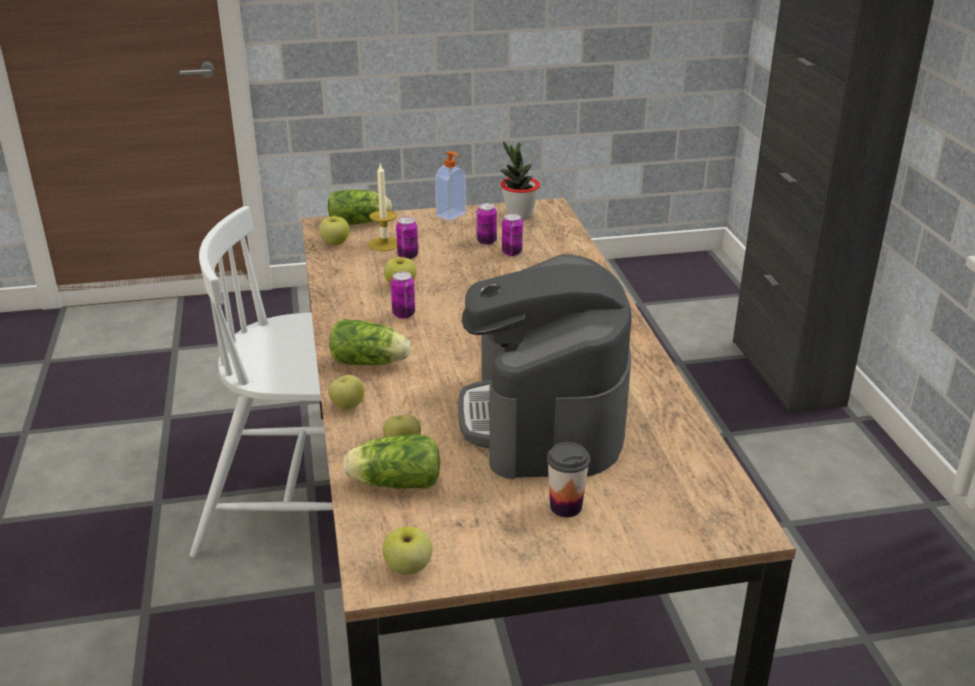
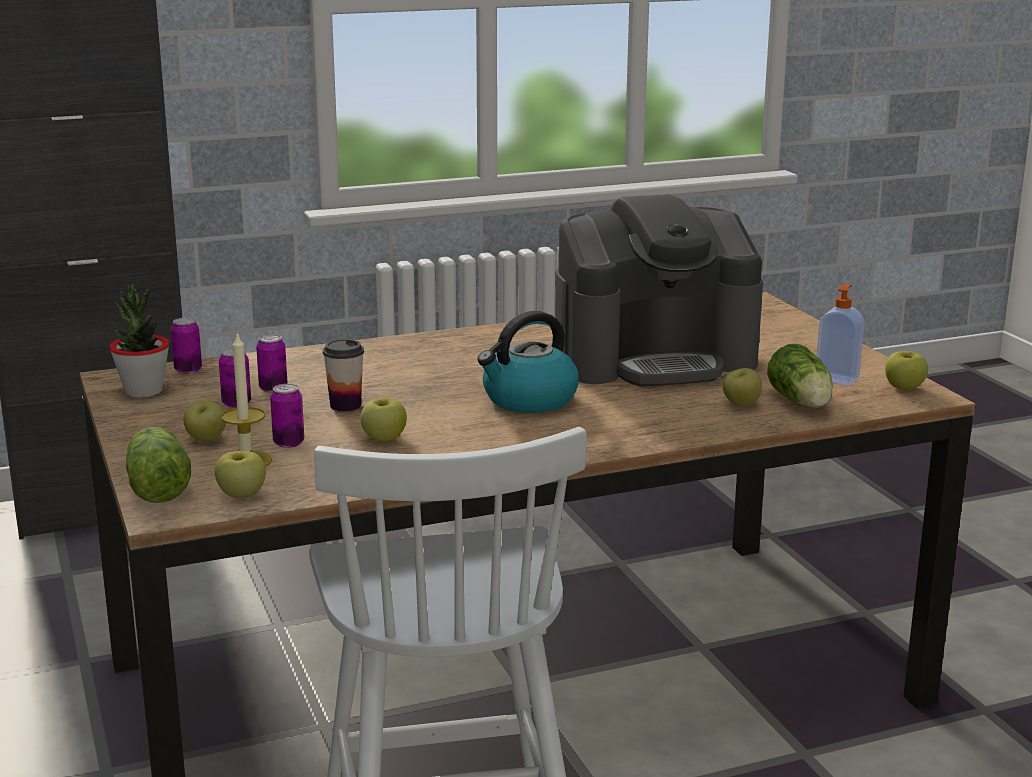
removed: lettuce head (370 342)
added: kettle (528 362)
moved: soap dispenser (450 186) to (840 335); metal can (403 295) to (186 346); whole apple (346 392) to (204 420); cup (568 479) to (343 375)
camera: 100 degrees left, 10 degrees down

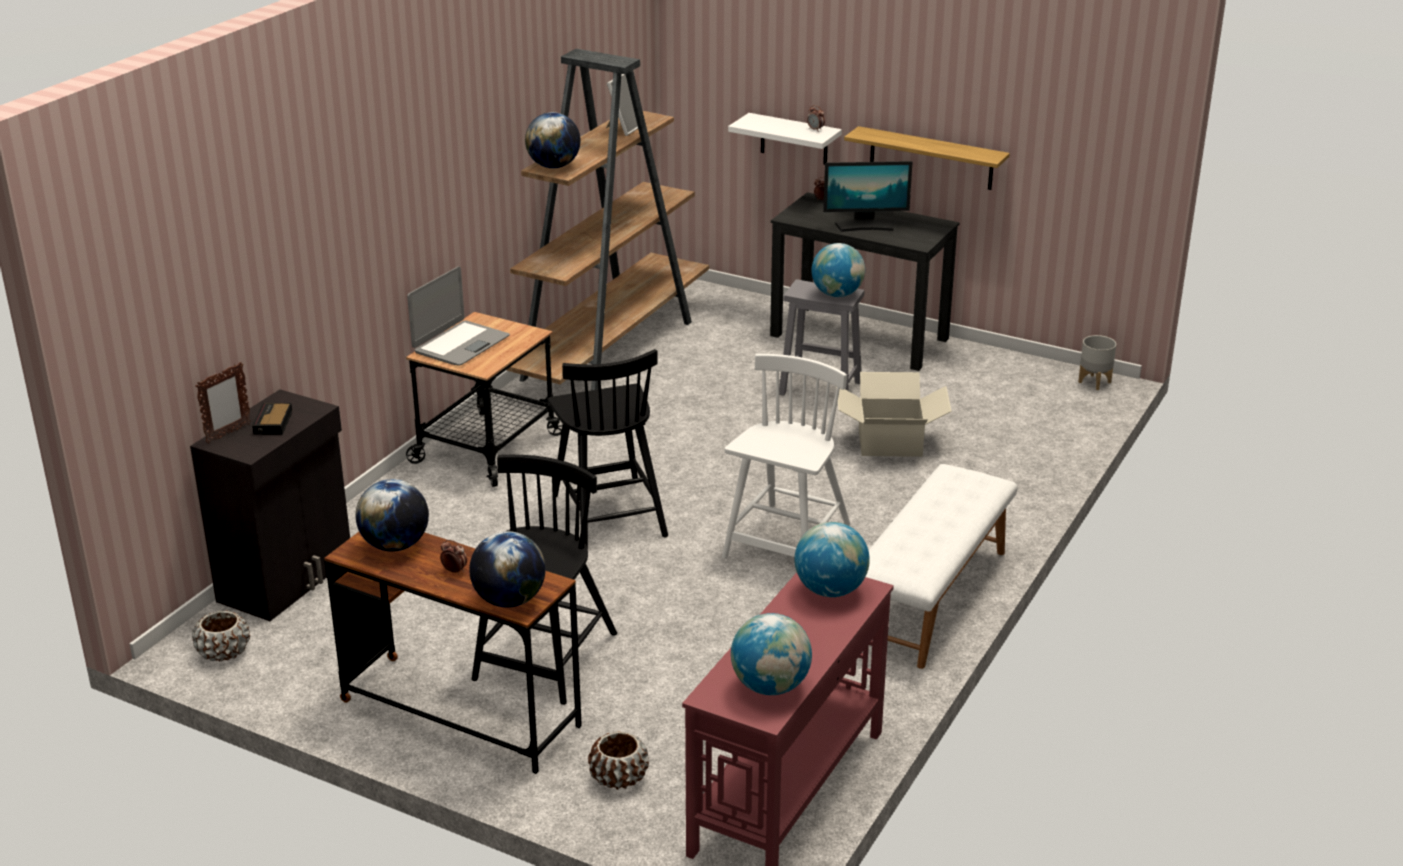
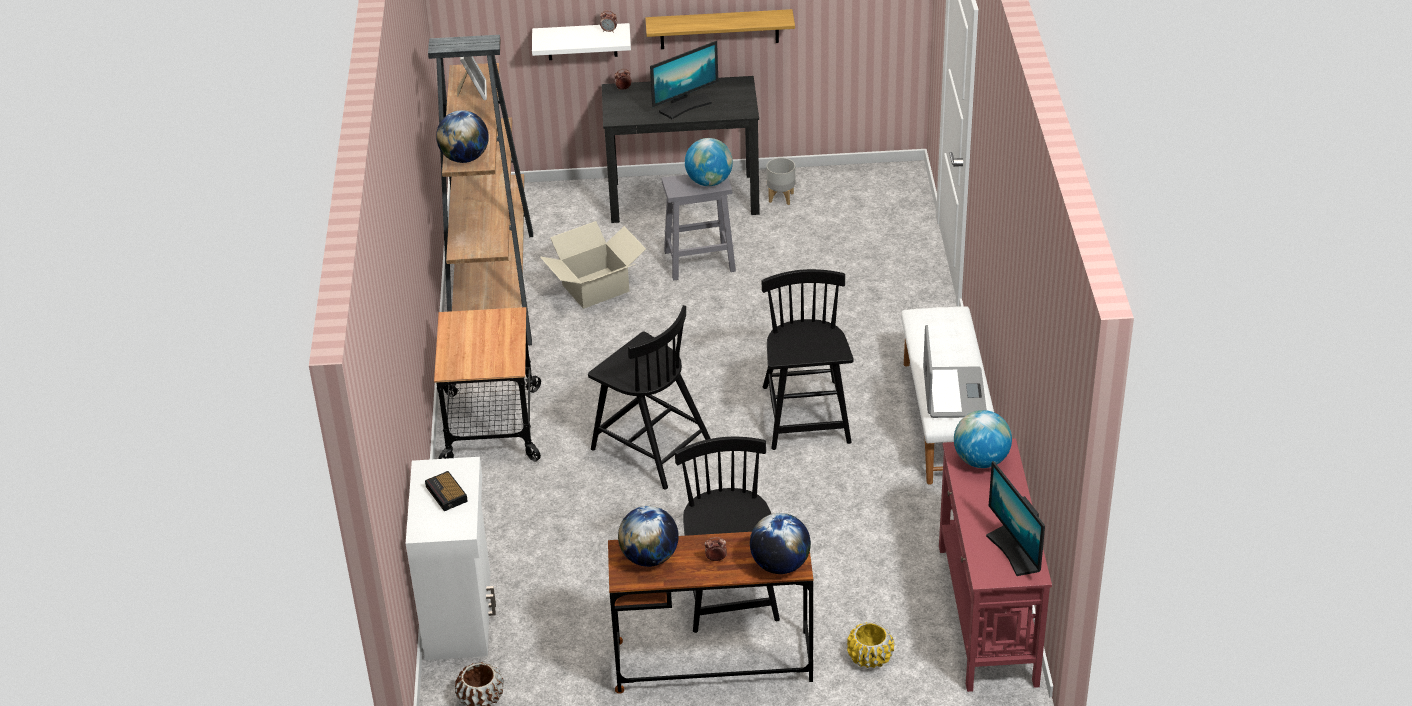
removed: photo frame (223 403)
moved: portable computer (458 316) to (955 371); flower pot (gray) (1097 362) to (781 181); cardboard box (894 414) to (593 265)
replaced: world globe (771 654) to computer screen (1015 518)
recoloured: plain chair (white-coloured) (786 456) to plain chair (black-coloured) (808 359); storage cabinet (black-coloured) (270 505) to storage cabinet (white-coloured) (451 558); flower pot (brown) (618 760) to flower pot (yellowish) (870 645)
camera: 30 degrees left, 10 degrees up

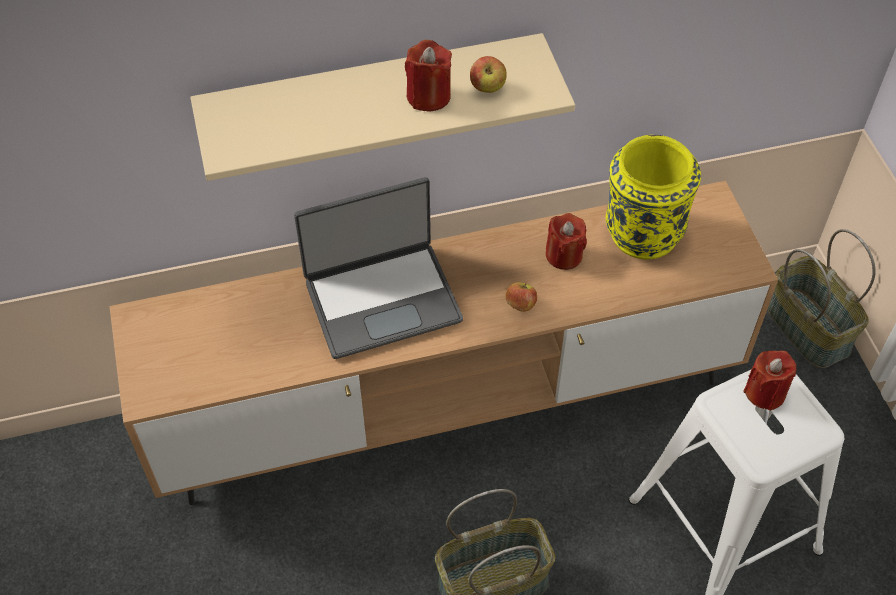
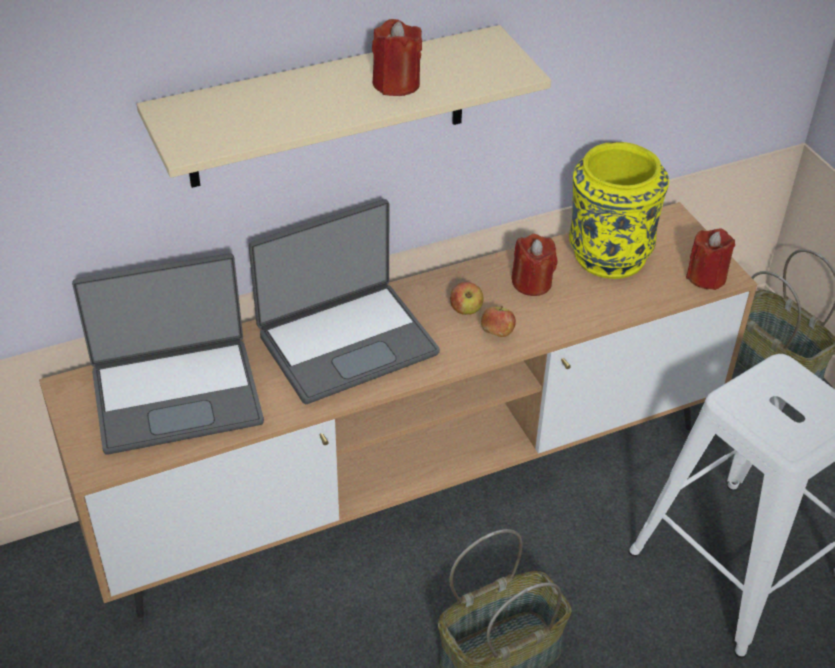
added: portable computer (168 354)
moved: whole apple (488 74) to (467 298); candle (red-coloured) (769 381) to (710 259)
camera: 10 degrees left, 10 degrees down

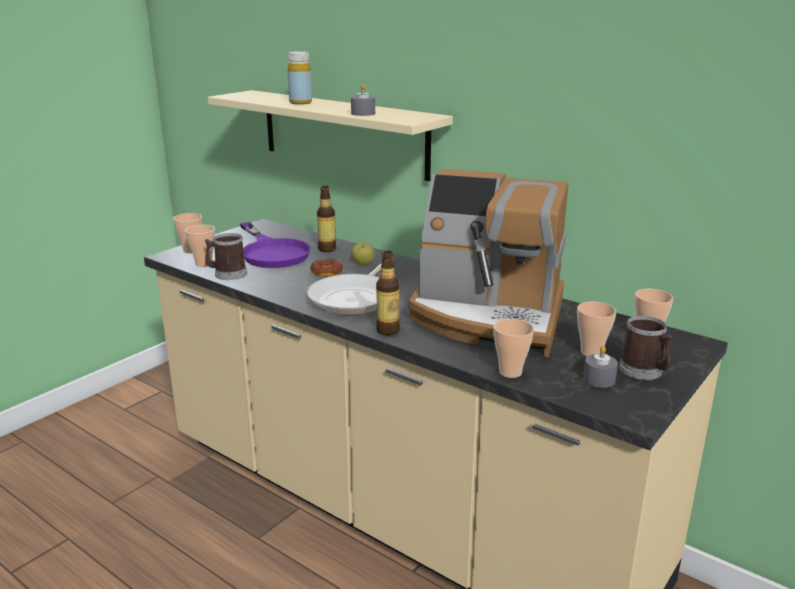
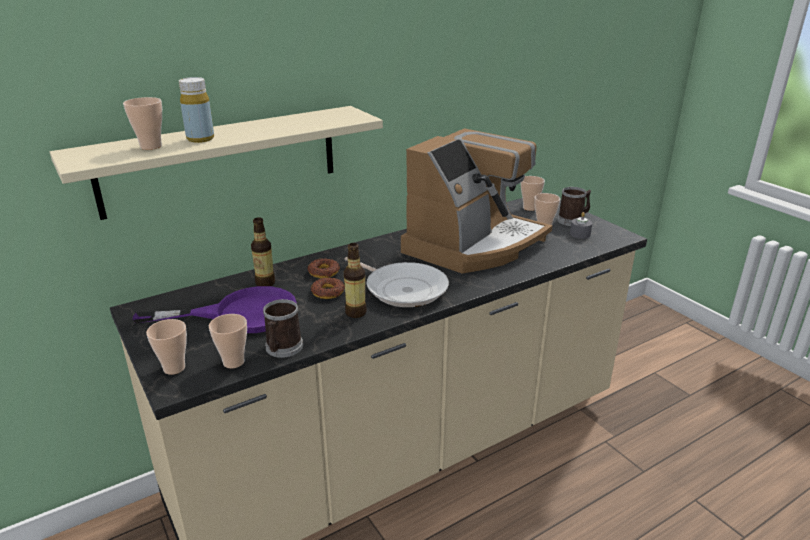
removed: candle (gray) (363 100)
moved: beverage bottle (388 293) to (355 280); cup (513 348) to (142 123)
replaced: whole apple (362 253) to doughnut (323 268)
camera: 70 degrees left, 5 degrees up

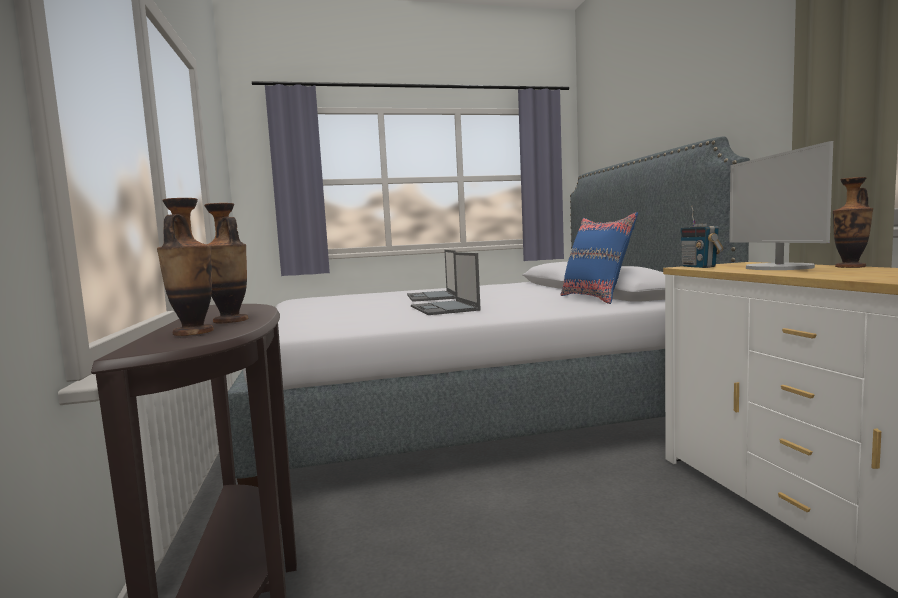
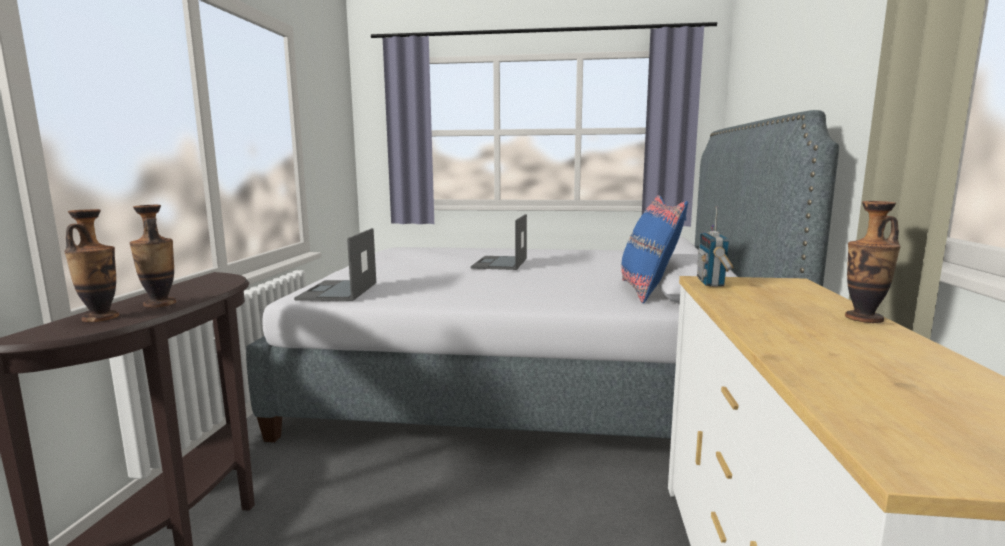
removed: computer screen (781 205)
moved: portable computer (446 283) to (335 264)
camera: 20 degrees right, 5 degrees up

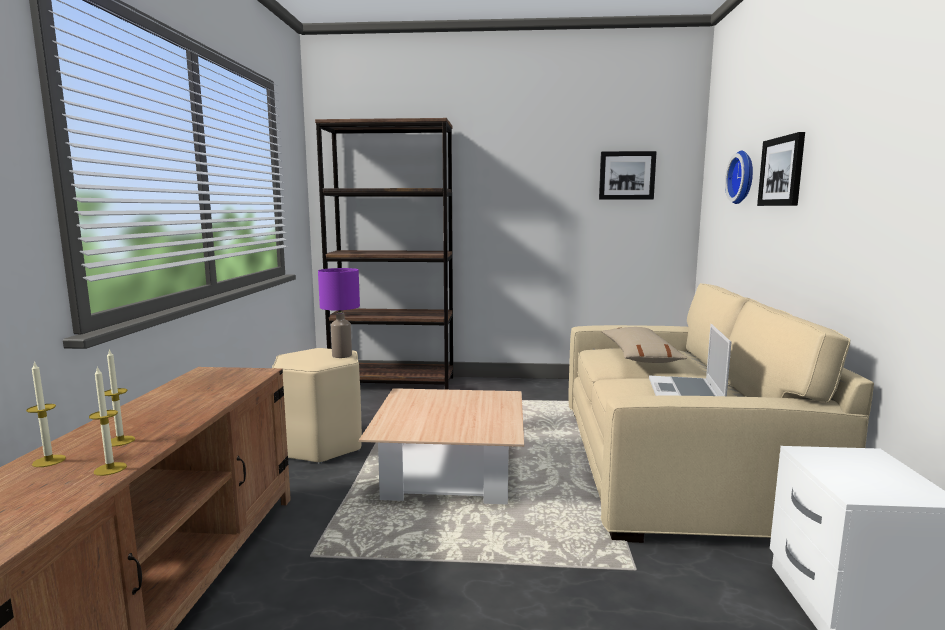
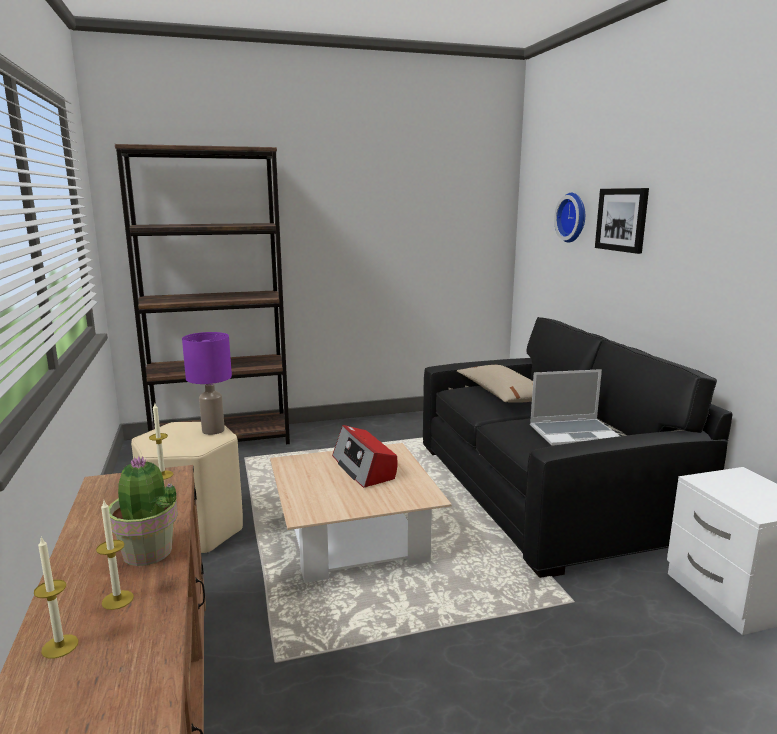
removed: wall picture (628 175)
added: radio receiver (365 456); plant in a pot (143 511)
moved: candle (108 421) to (161 441)
recoloured: settee (beige) (721 413) to settee (black-coloured) (578 447)
turned: portable computer (690 360) = (575 407) 90 degrees counterclockwise
camera: 20 degrees left, 5 degrees up

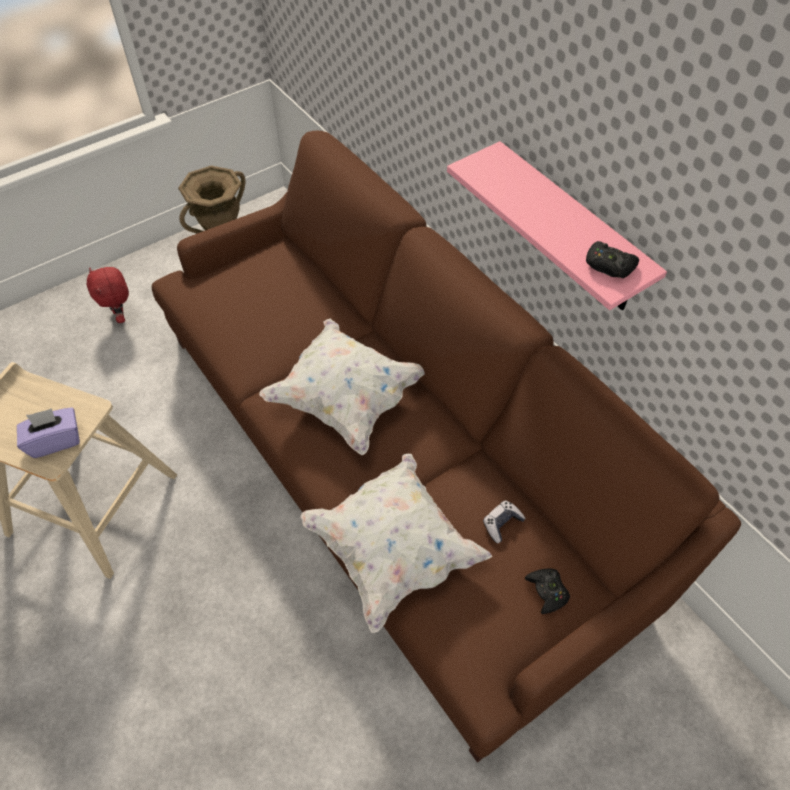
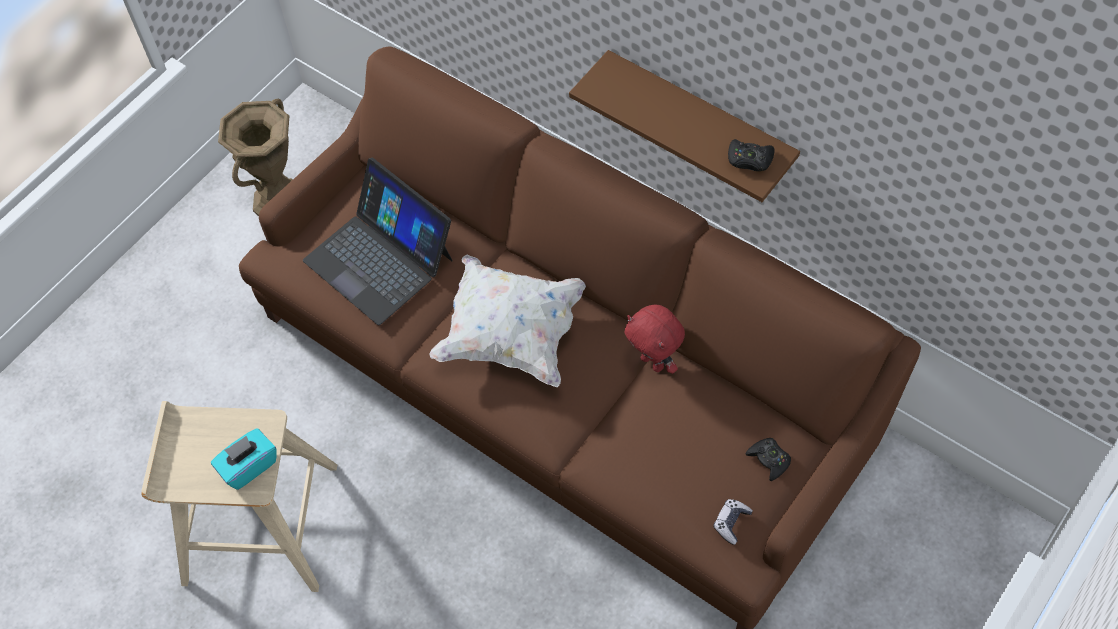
removed: cushion (white-coloured) (396 543)
added: portable computer (378 241)
moved: cuddly toy (red-coloured) (108 295) to (654 339); joypad (504 521) to (733 522)
recoloured: wall shelf (pink) (557 226) to wall shelf (brown) (684 126); tissue holder (purplish) (48 432) to tissue holder (turquoise-coloured) (243 459)
camera: 15 degrees left, 5 degrees up

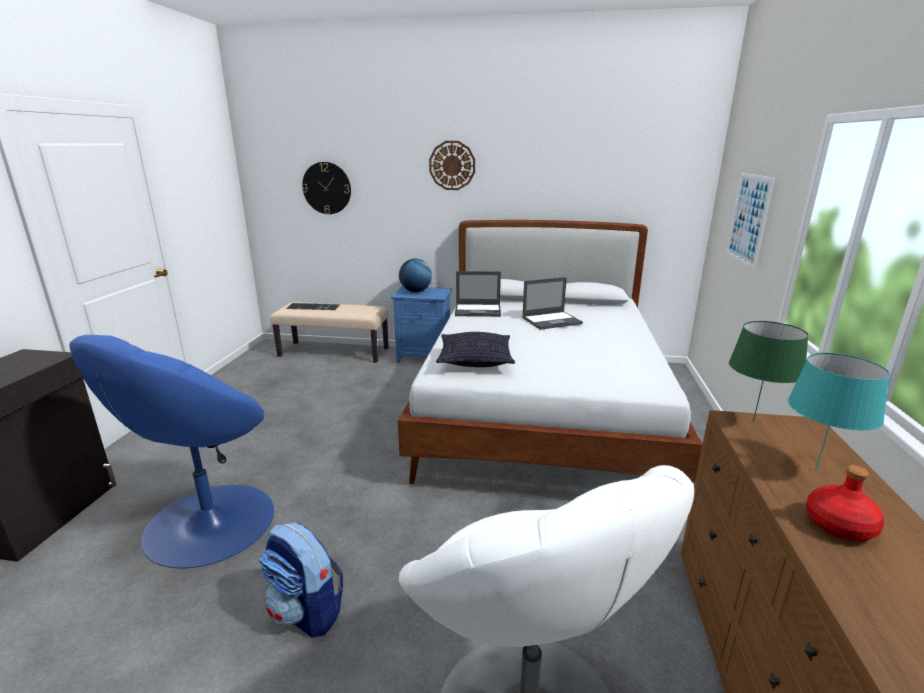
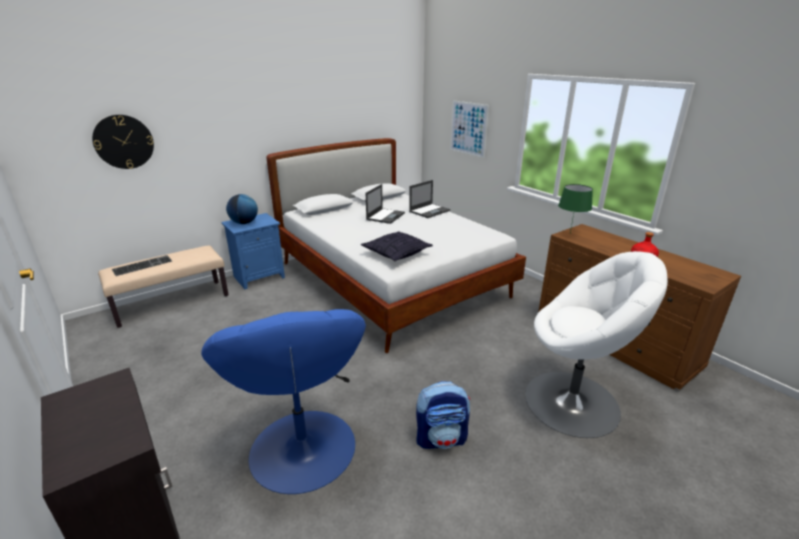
removed: clock on the wall (452 165); table lamp (turquoise-coloured) (839 412)
moved: portable computer (478 294) to (429 199)
camera: 45 degrees left, 5 degrees up

